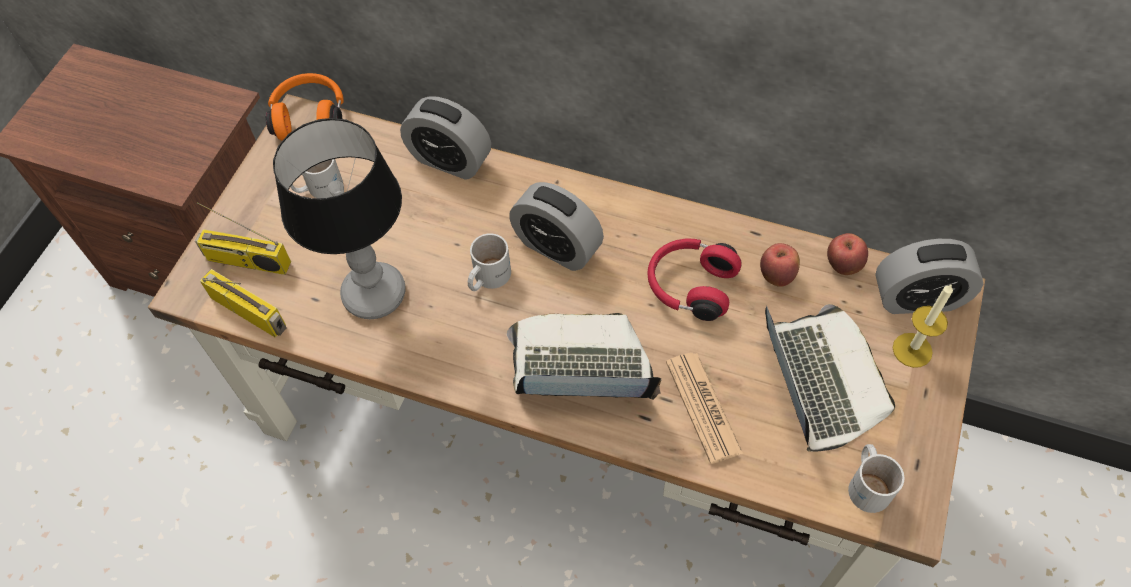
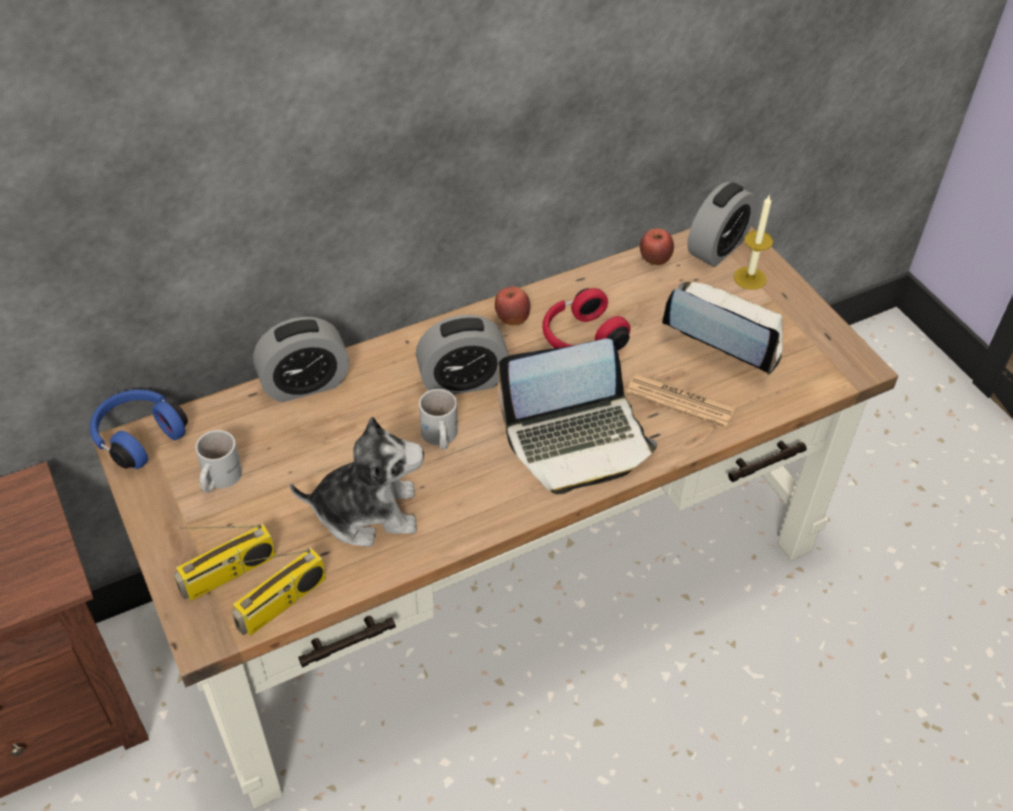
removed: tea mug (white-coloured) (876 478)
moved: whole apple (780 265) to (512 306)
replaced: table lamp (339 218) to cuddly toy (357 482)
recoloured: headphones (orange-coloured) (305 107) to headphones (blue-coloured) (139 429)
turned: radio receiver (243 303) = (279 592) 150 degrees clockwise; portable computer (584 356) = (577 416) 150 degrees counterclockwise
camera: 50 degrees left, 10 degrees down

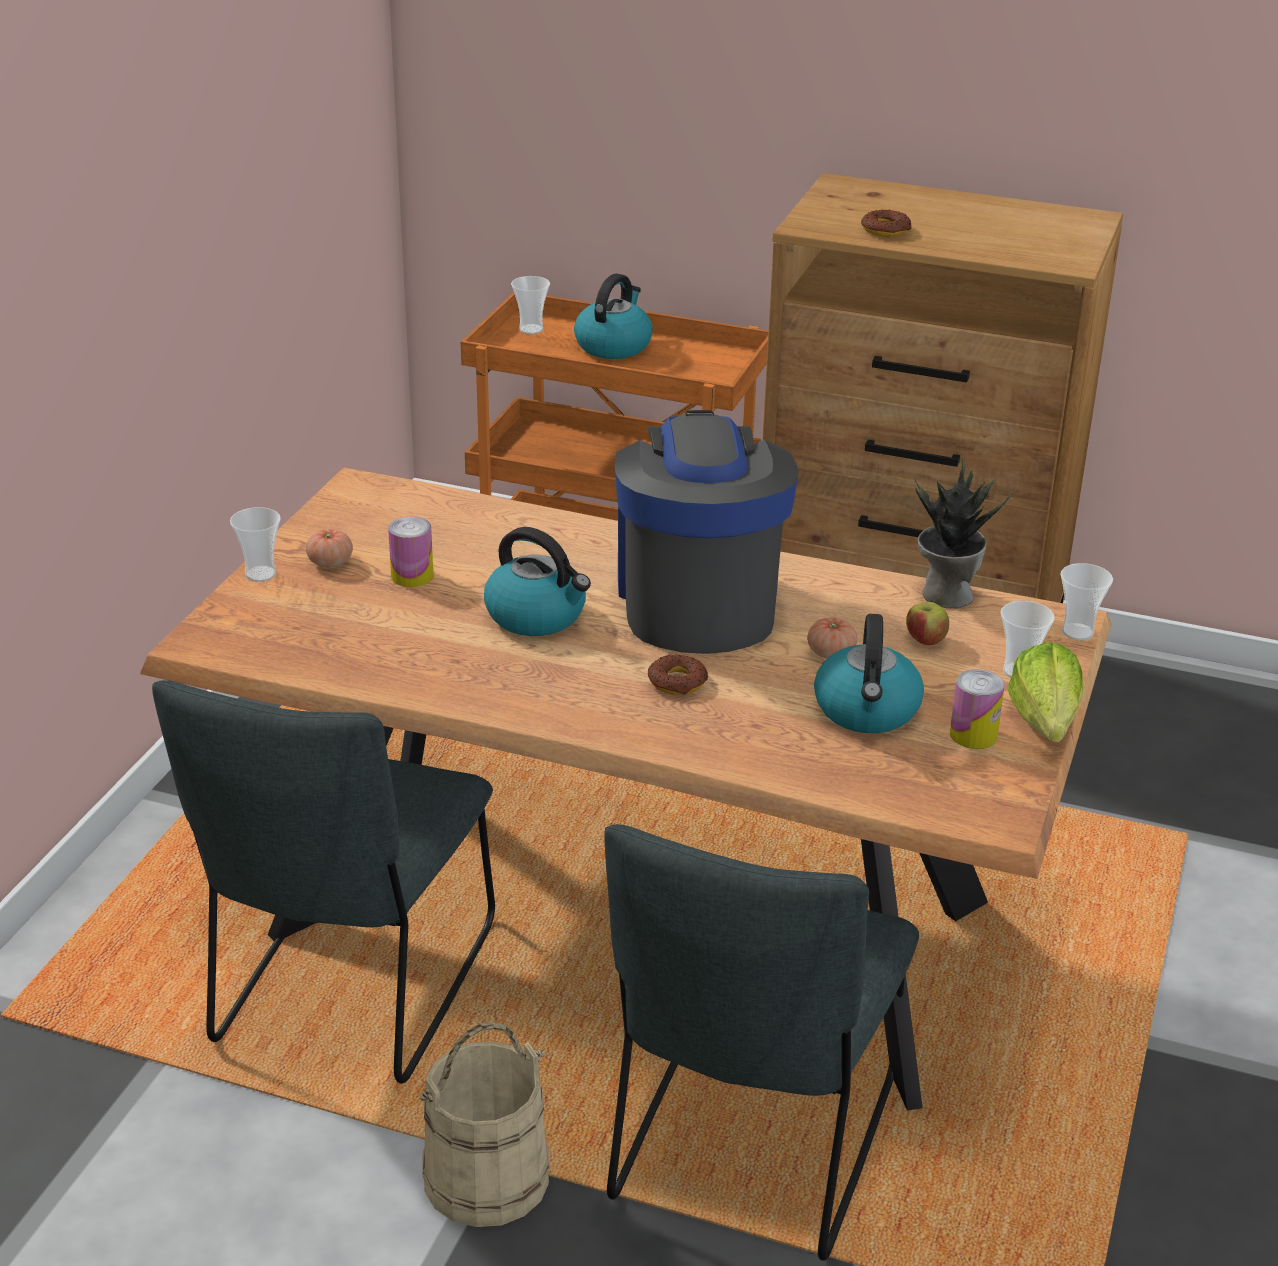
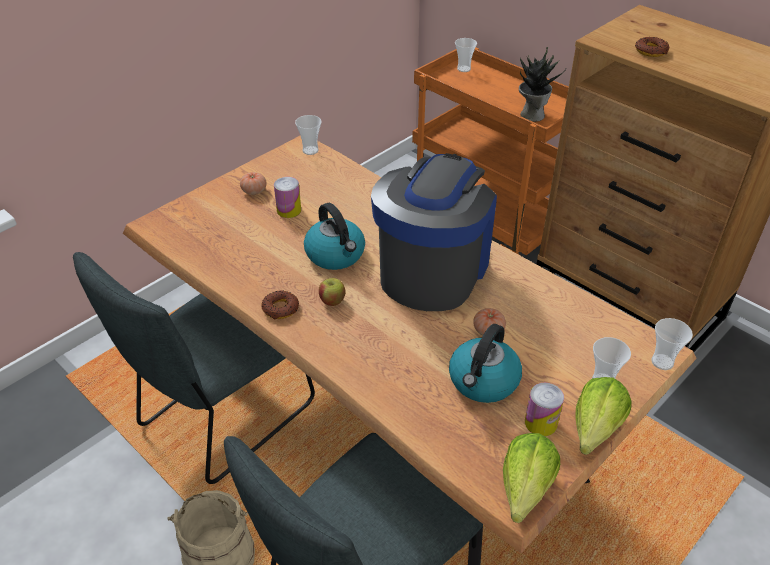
removed: kettle (613 316)
added: lettuce head (531 478)
moved: plant in a pot (963 533) to (542 84); cup (255 544) to (308 135); whole apple (927 623) to (332 292); doughnut (678 674) to (280 305)
camera: 25 degrees right, 10 degrees up

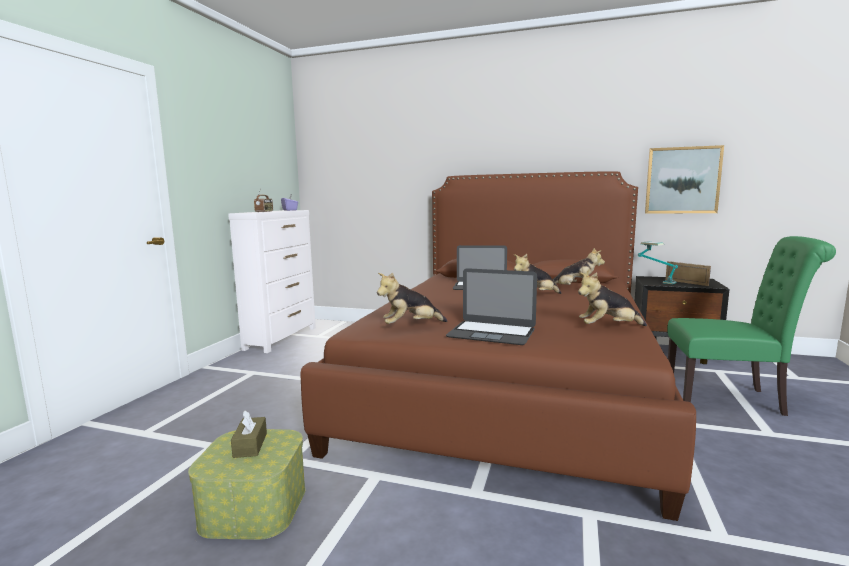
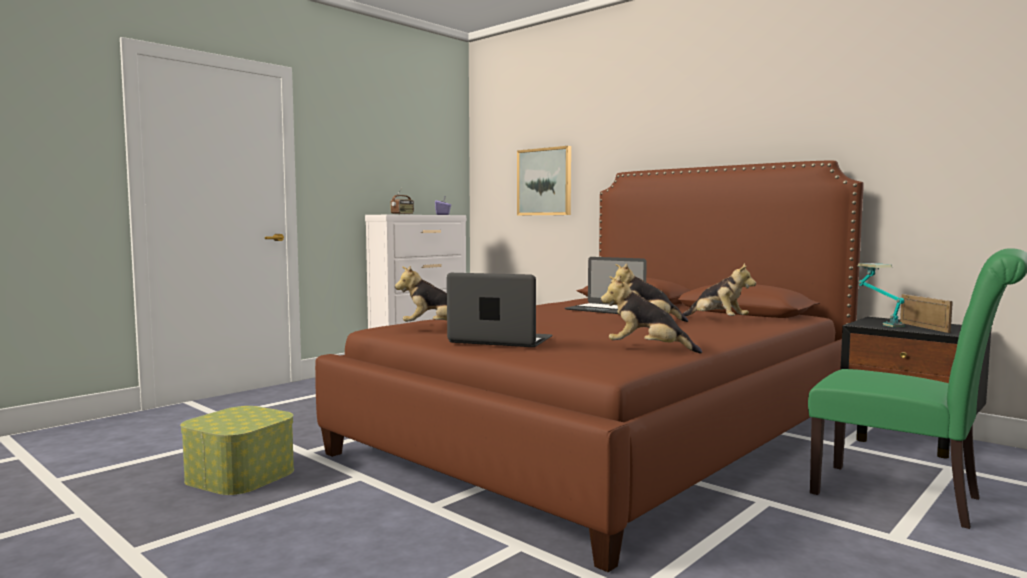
removed: tissue holder (brown) (249 434)
moved: wall picture (684 179) to (544 180)
turned: portable computer (491 306) = (499 310) 150 degrees clockwise
camera: 25 degrees right, 5 degrees down

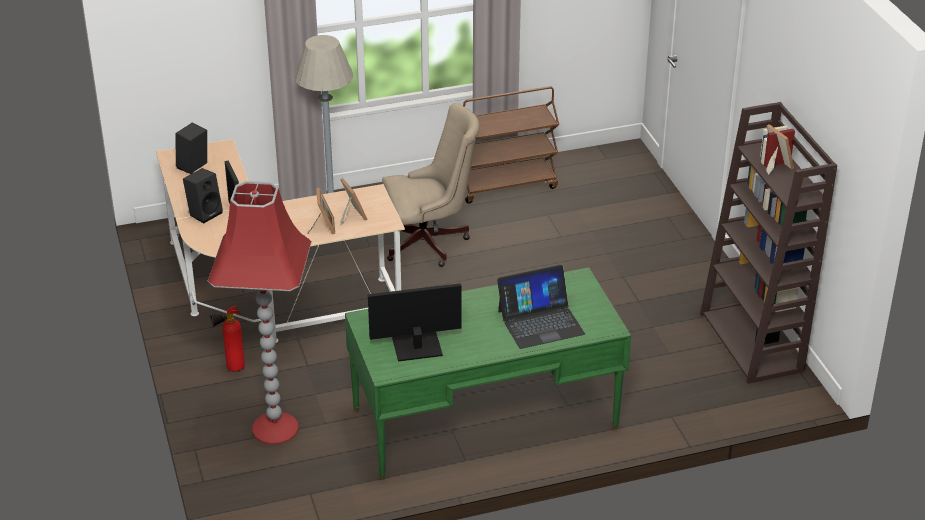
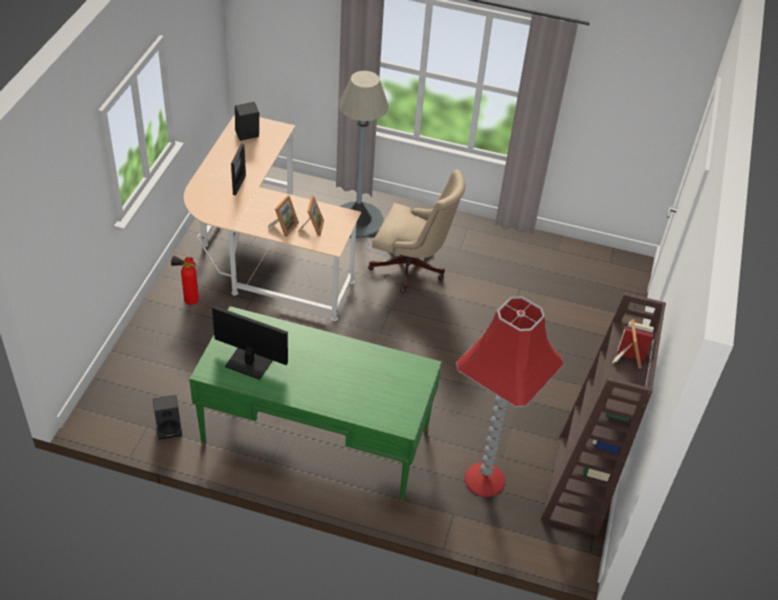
removed: cart (brown) (511 145); portable computer (541 307)
moved: loudspeaker (black-coloured) (203 195) to (167 417); standard lamp (red-coloured) (260 312) to (510 396)
camera: 30 degrees right, 10 degrees up

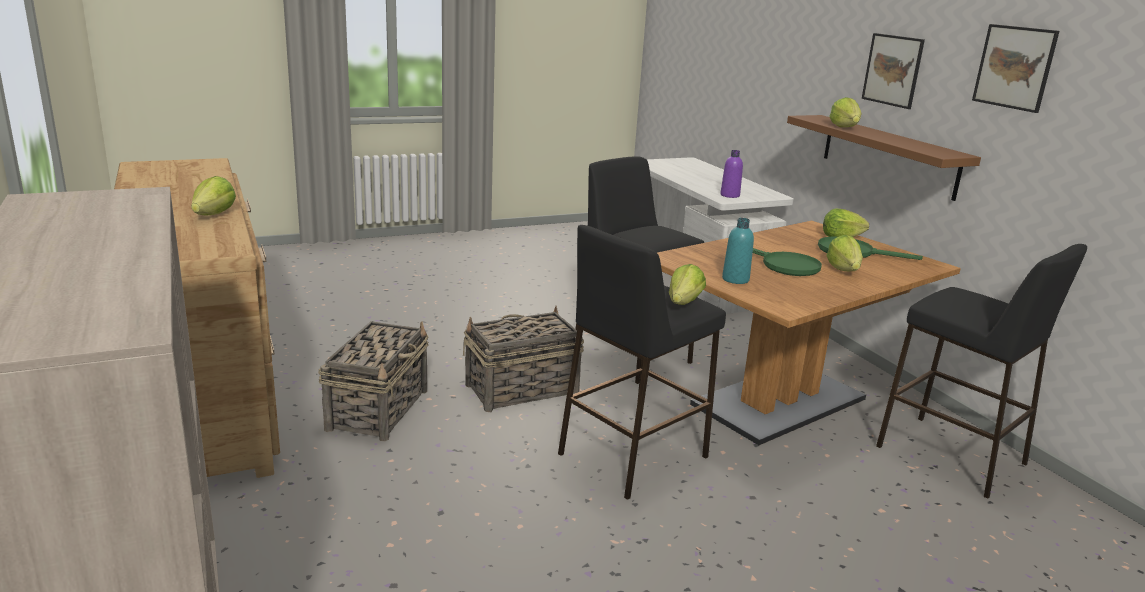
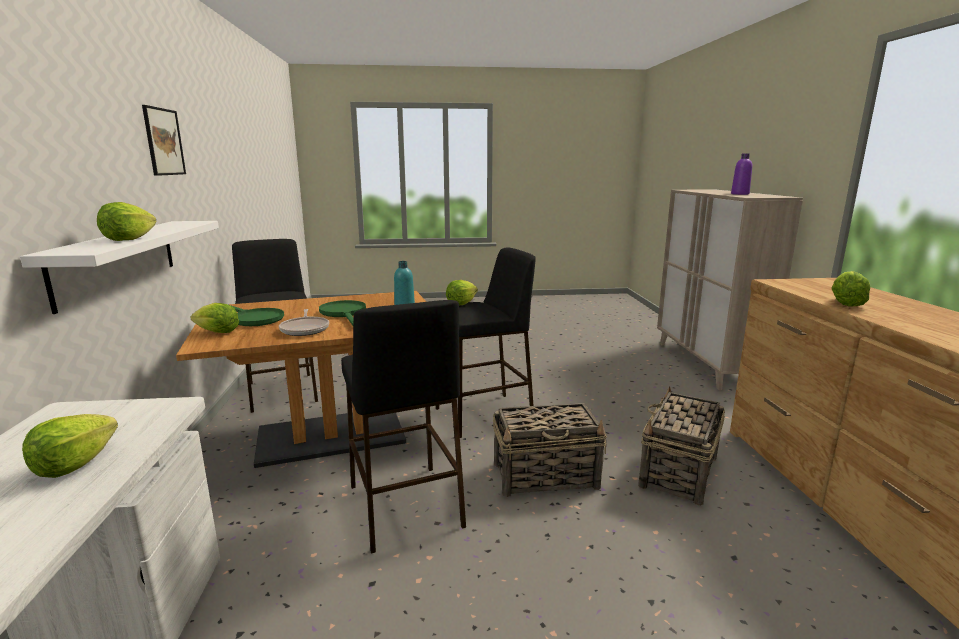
removed: wall picture (893 71)
added: pan (304 322)
moved: beverage bottle (purplish) (731 174) to (741 174); lettuce head (844 253) to (70 446)
recoloured: wall shelf (brown) (884 158) to wall shelf (white-coloured) (119 267)
camera: 160 degrees left, 5 degrees down

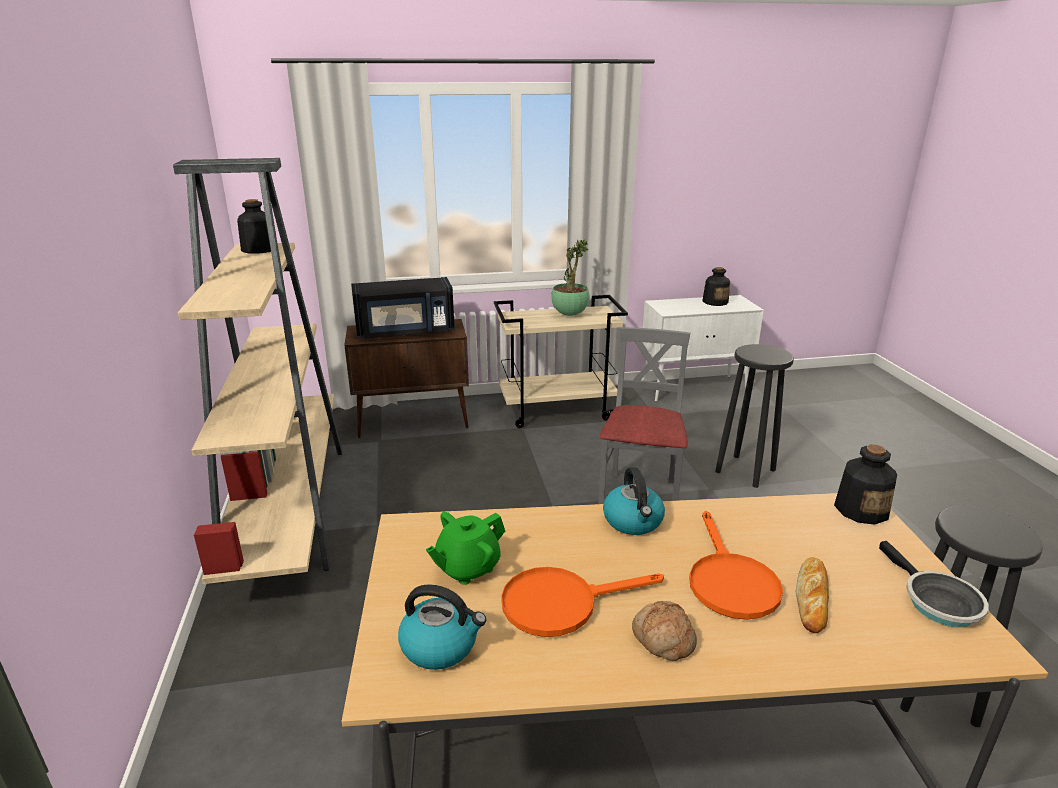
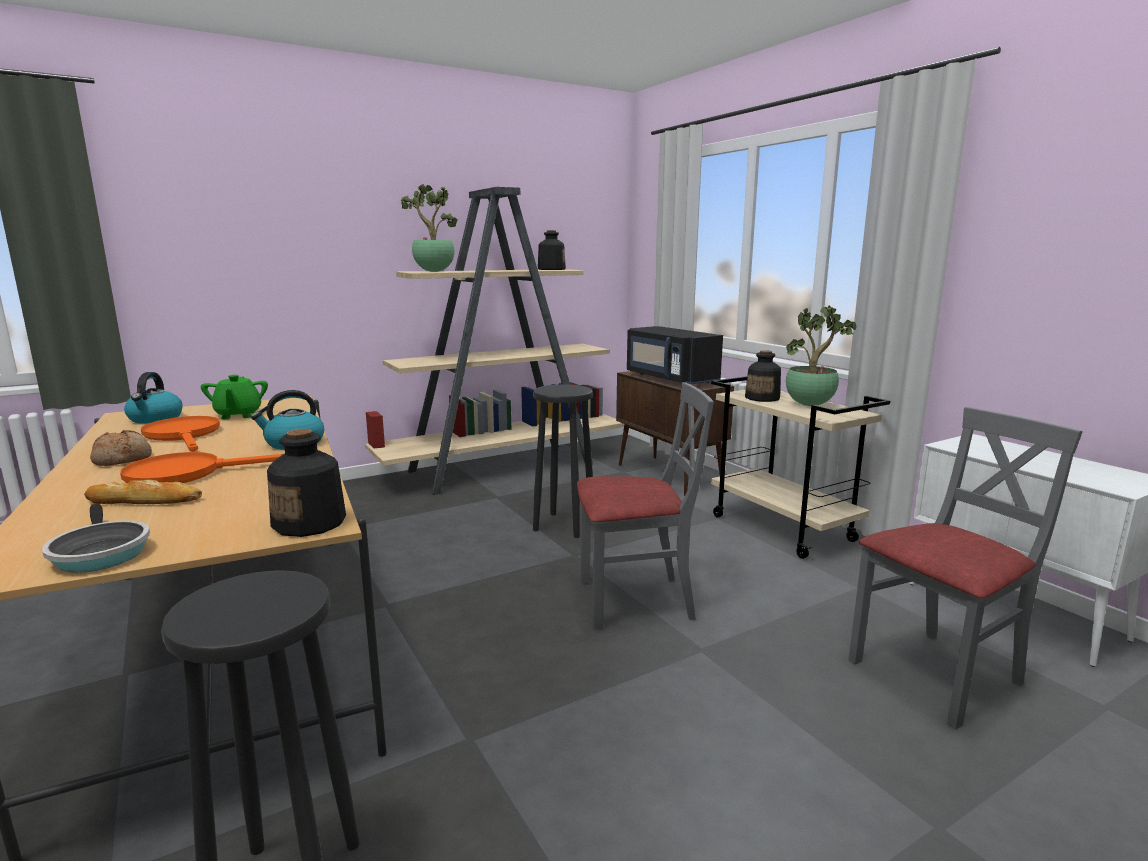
added: plant in a pot (429 228); plain chair (gray) (965 568)
moved: beverage bottle (716 286) to (763 376); stool (black-coloured) (754 416) to (563 461)
turned: tea pot (green) (465 548) = (234 397) 135 degrees counterclockwise; pan (934 584) = (96 538) 90 degrees counterclockwise
camera: 70 degrees right, 10 degrees down

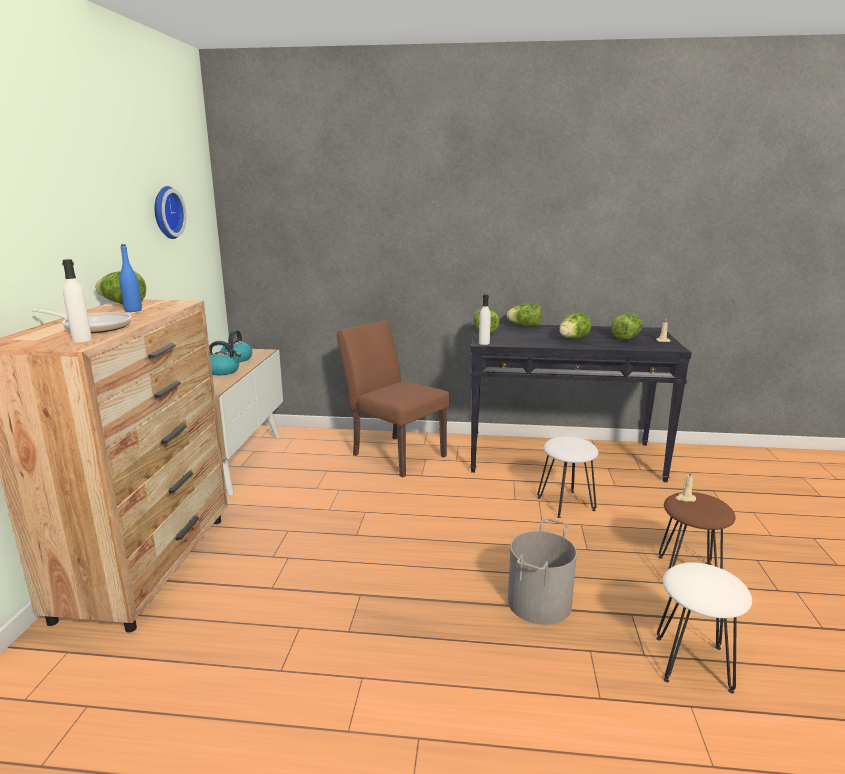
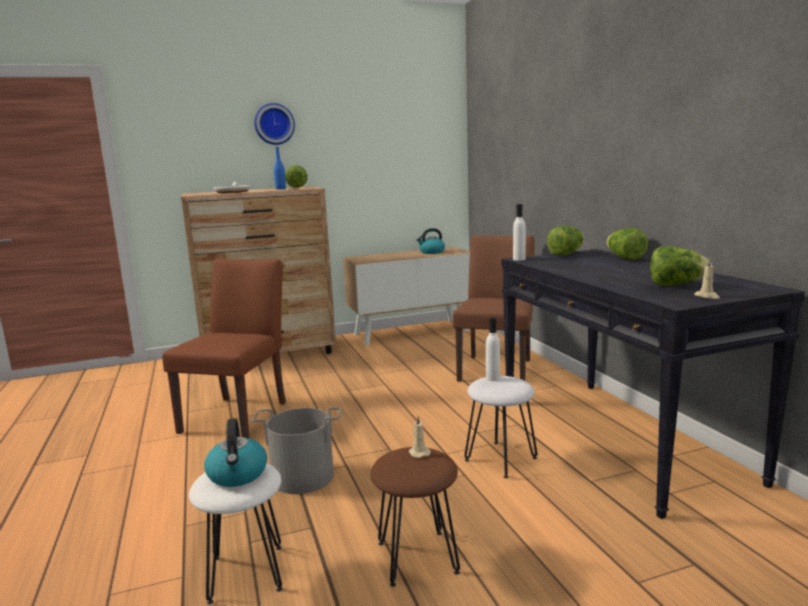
removed: lettuce head (575 326)
added: plain chair (brown) (224 348)
moved: clock on the wall (170 212) to (274 124); beverage bottle (white-coloured) (77 300) to (493 349); kettle (225 358) to (235 452)
camera: 65 degrees right, 5 degrees down

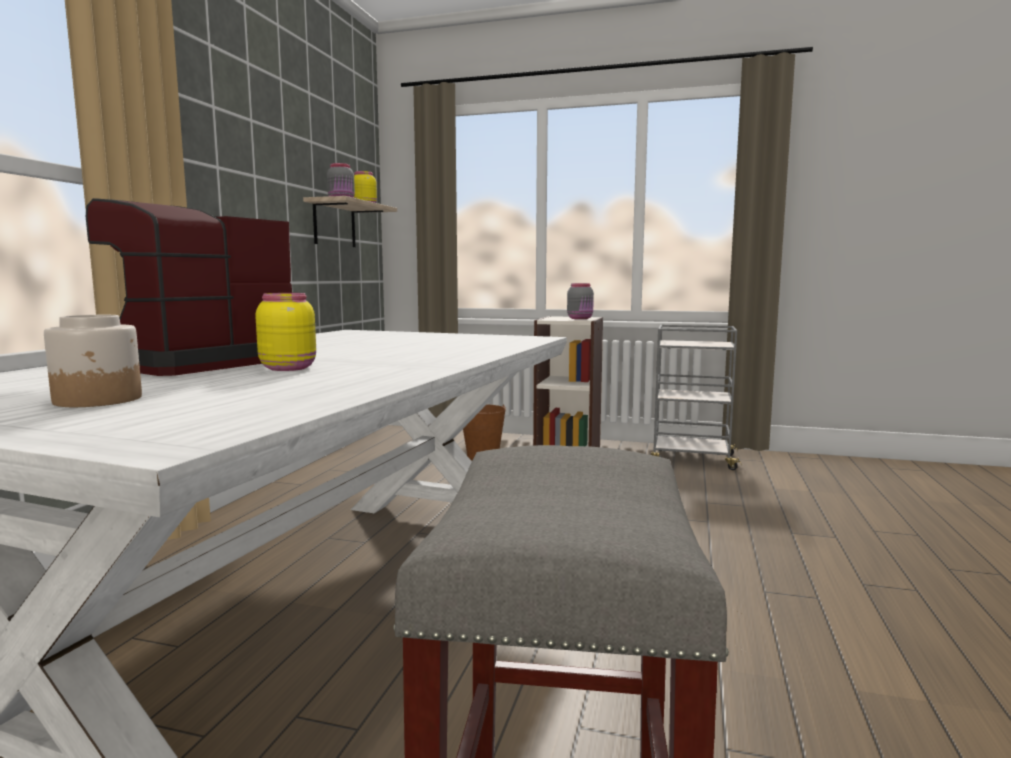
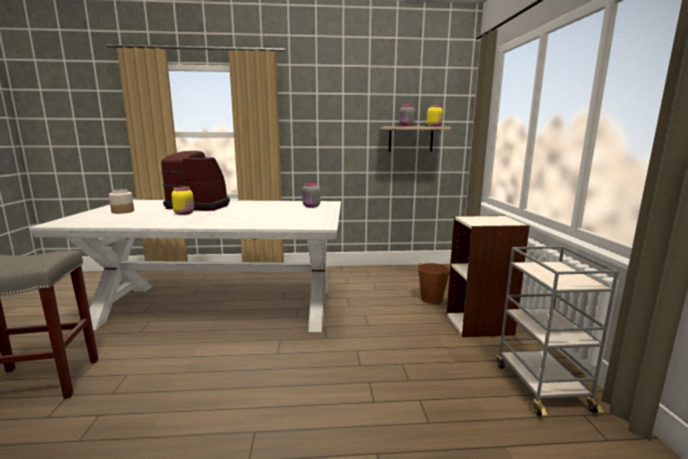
moved: preserve jar (gray) (580 301) to (311 195)
camera: 70 degrees right, 5 degrees up

